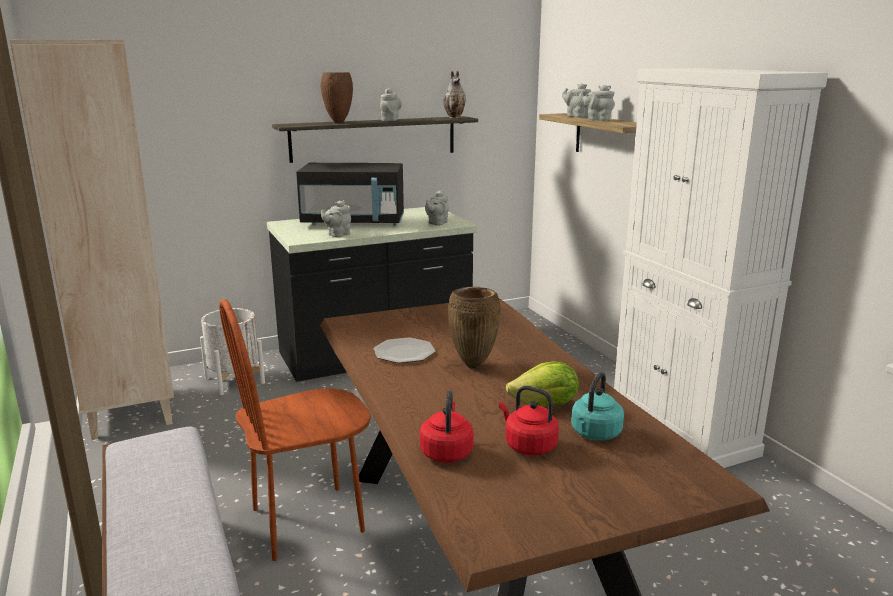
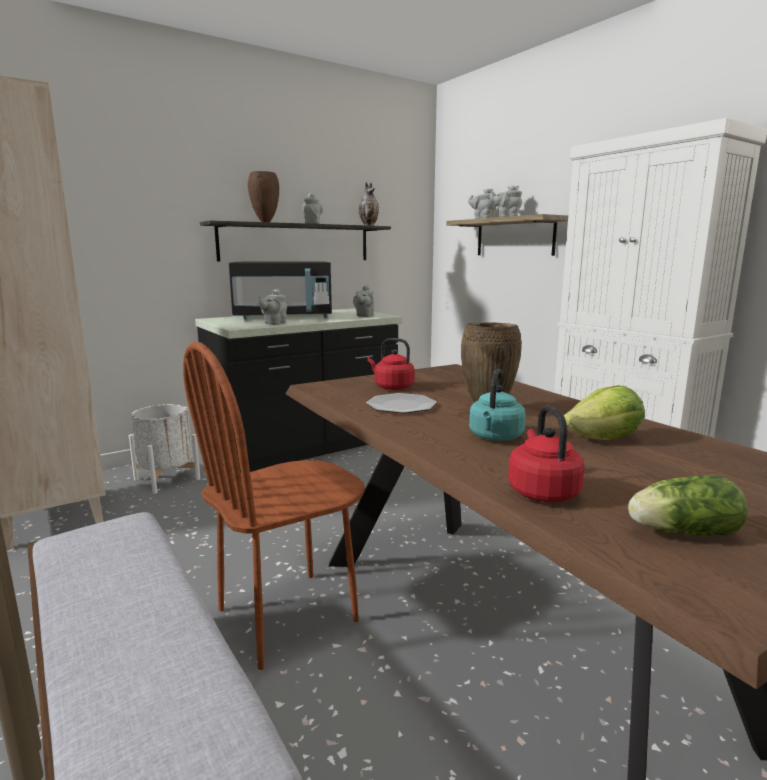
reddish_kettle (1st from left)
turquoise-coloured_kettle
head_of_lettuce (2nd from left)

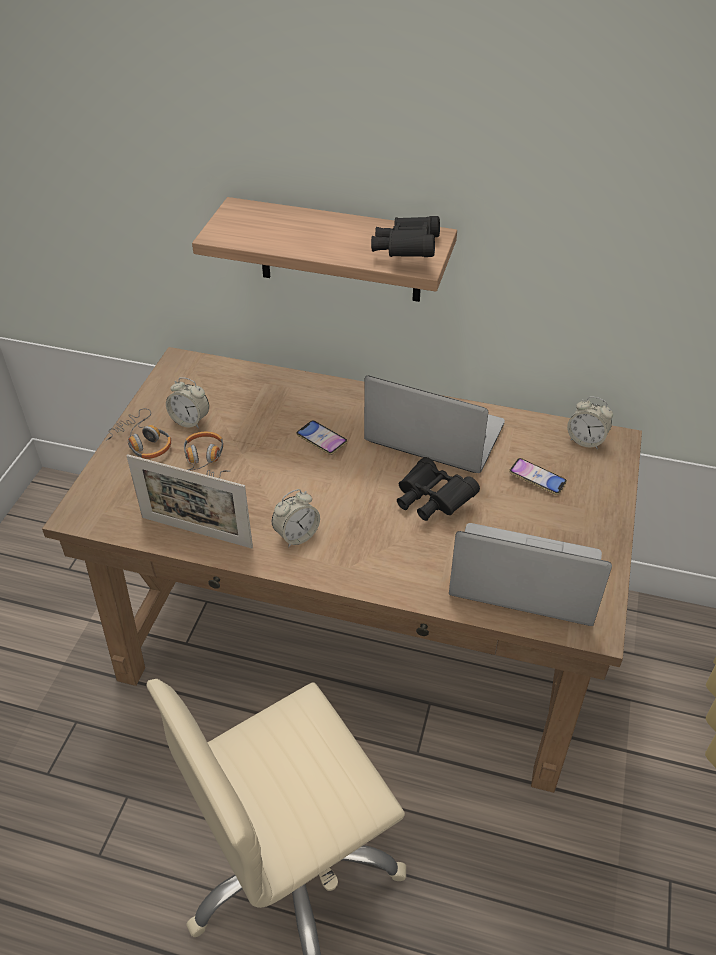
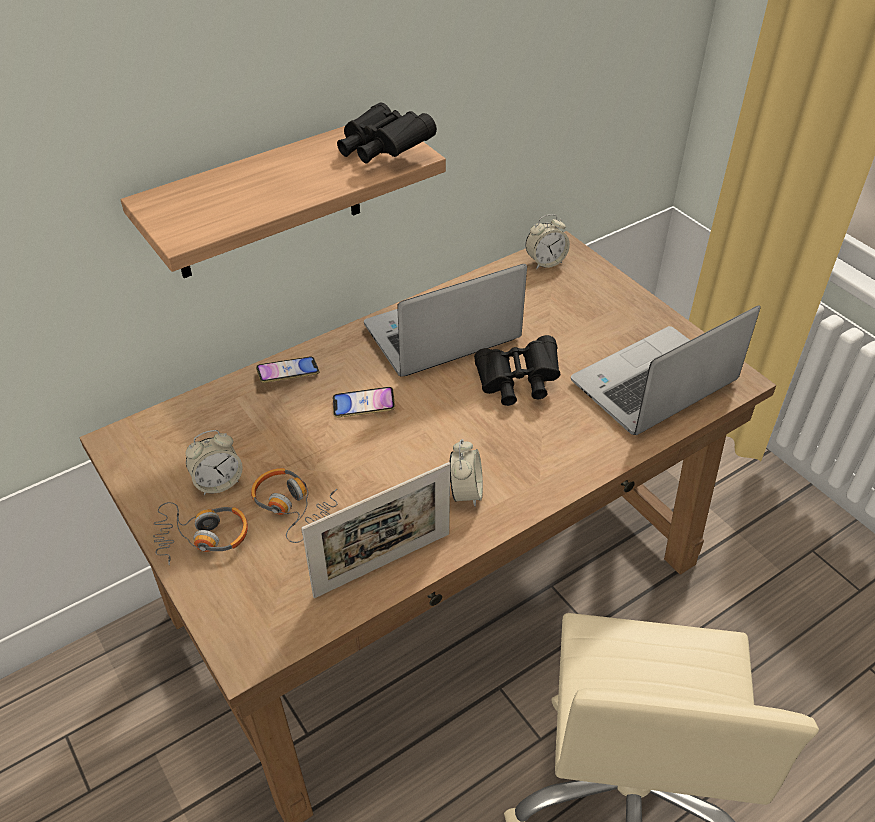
handset (1st from left)

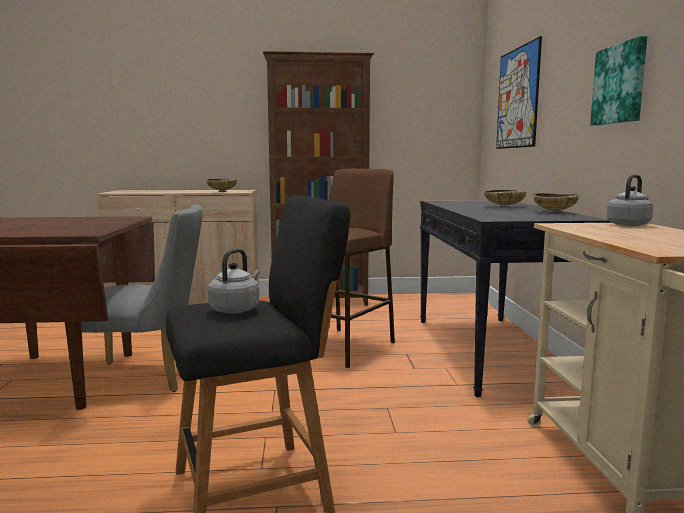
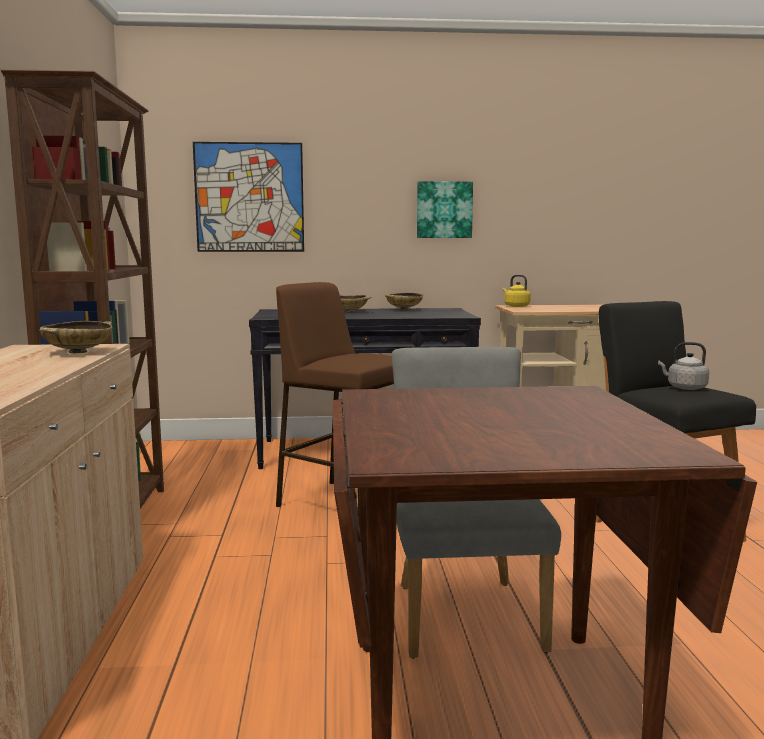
yellow_kettle

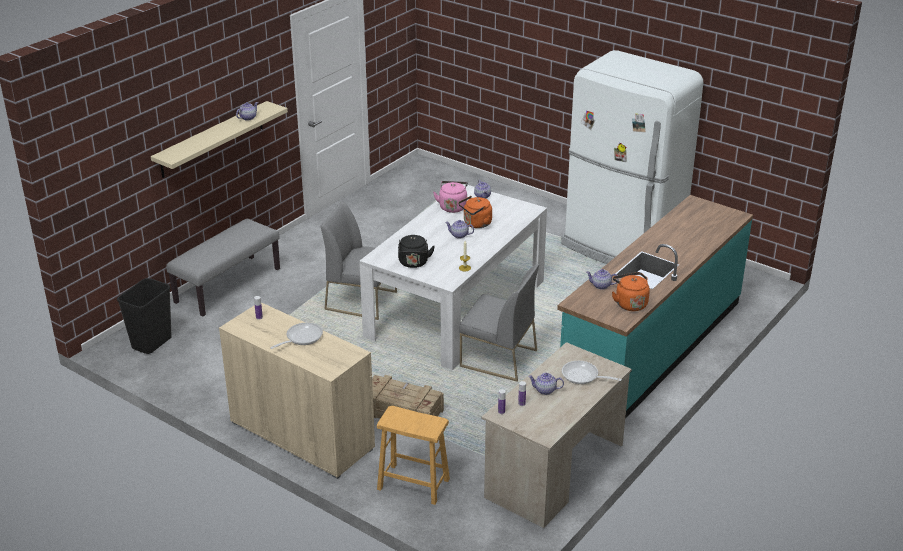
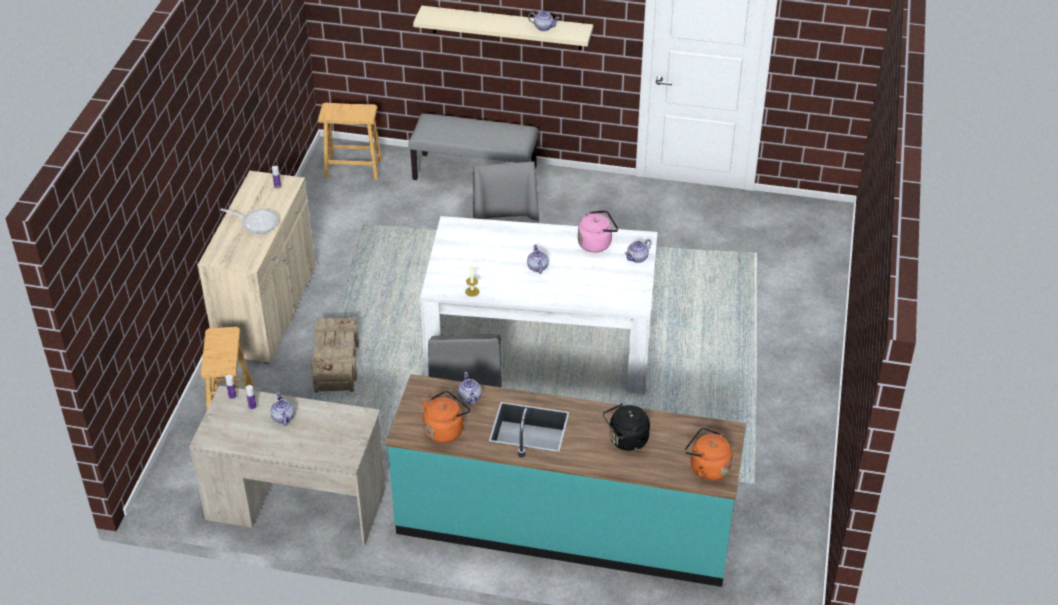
brown_stool_seat (2nd from left)
black-coloured_kettle
orangey_kettle (2nd from left)
white_refrigerator
pan (2nd from left in the first image)

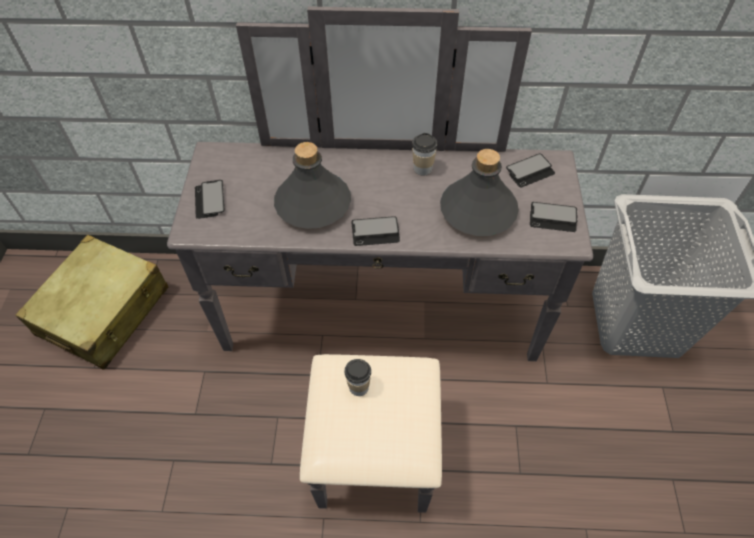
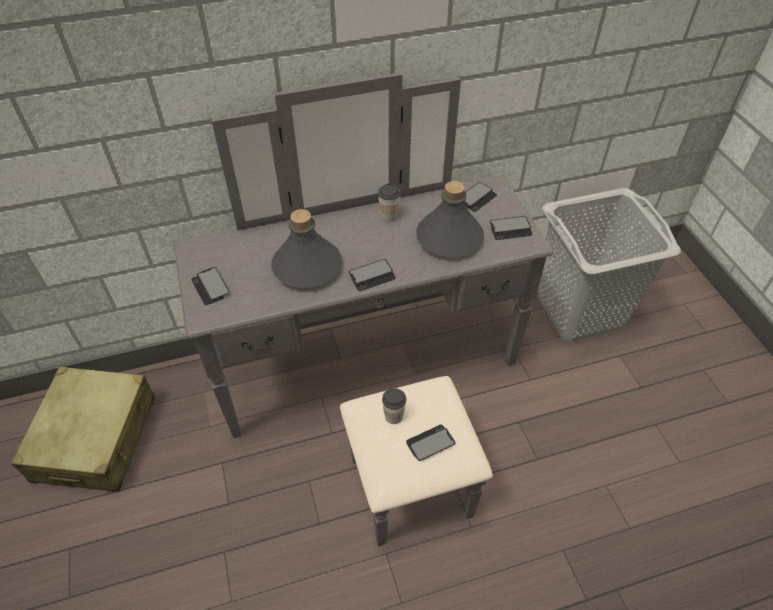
handset (3rd from left)

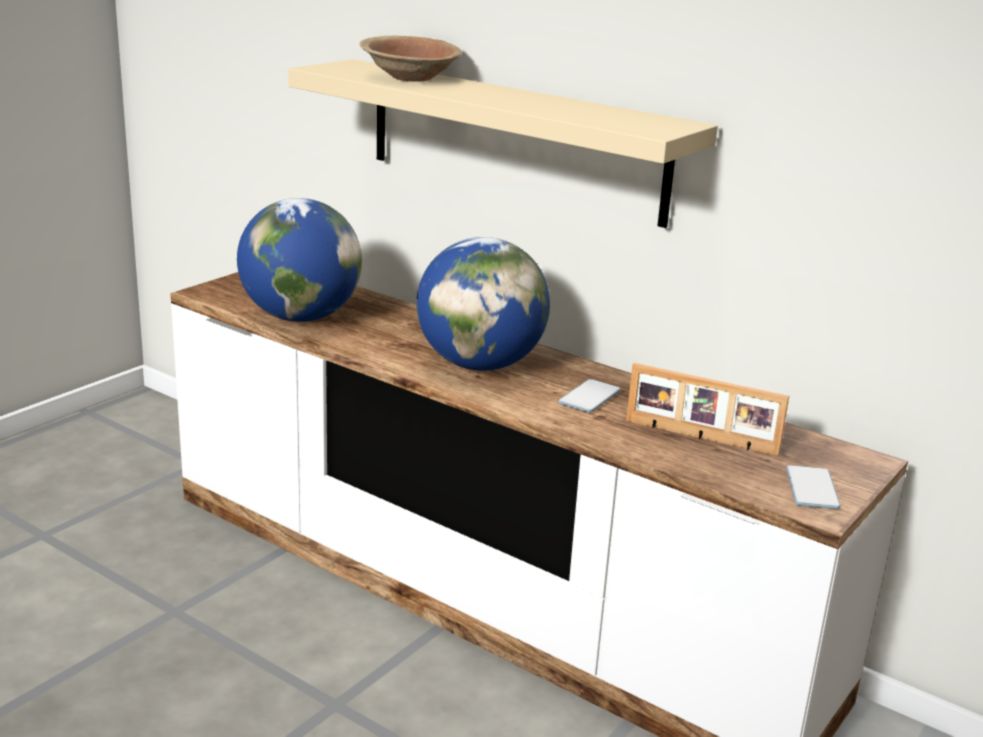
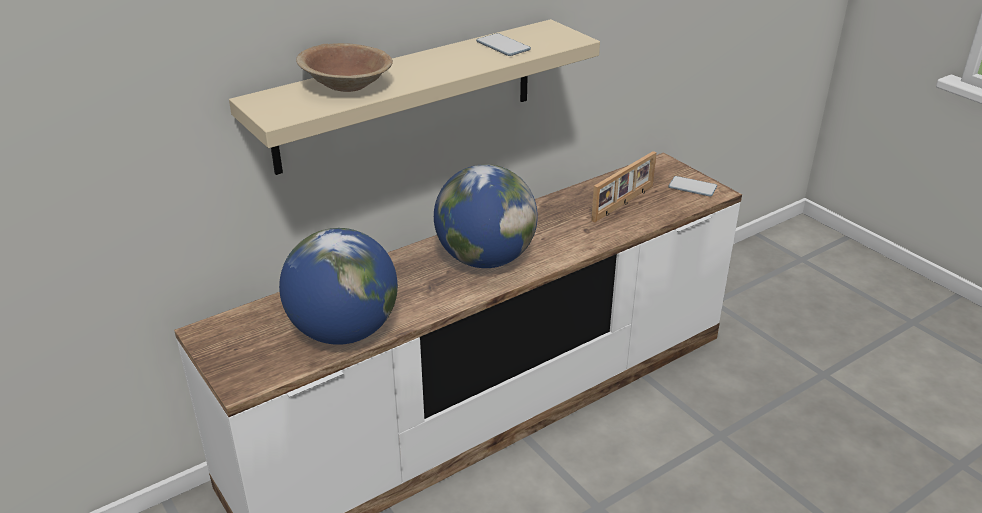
handset (1st from left)

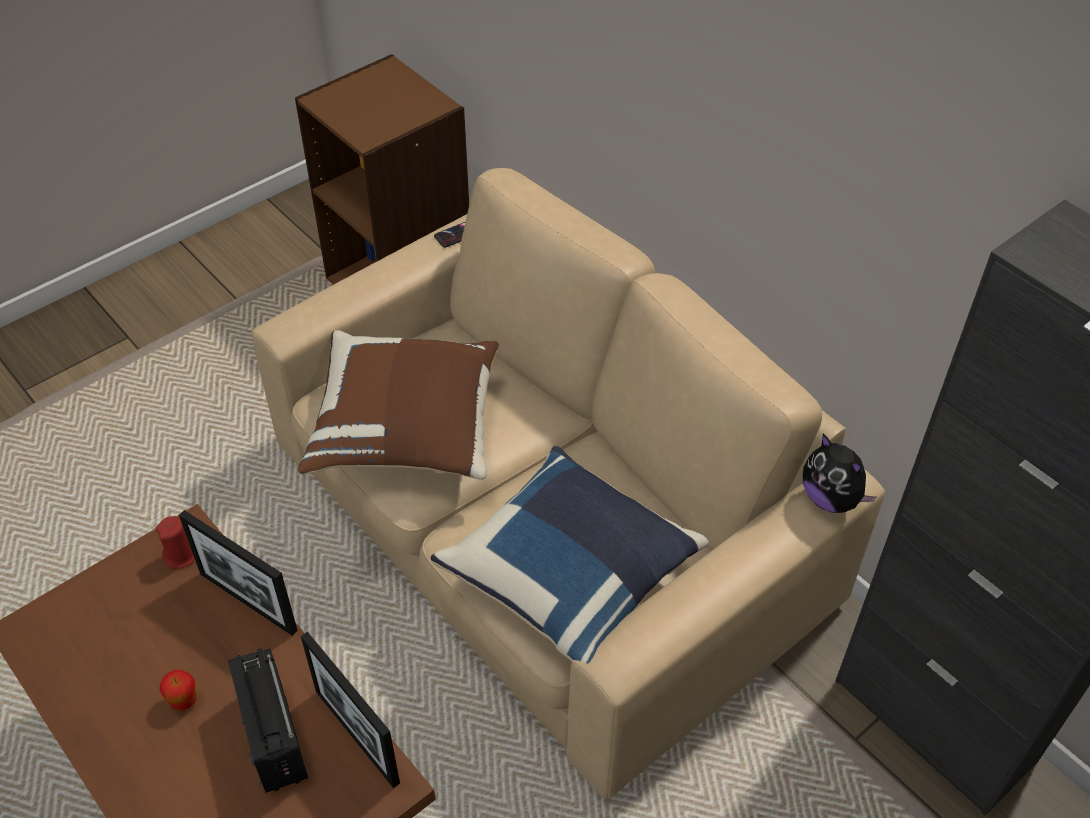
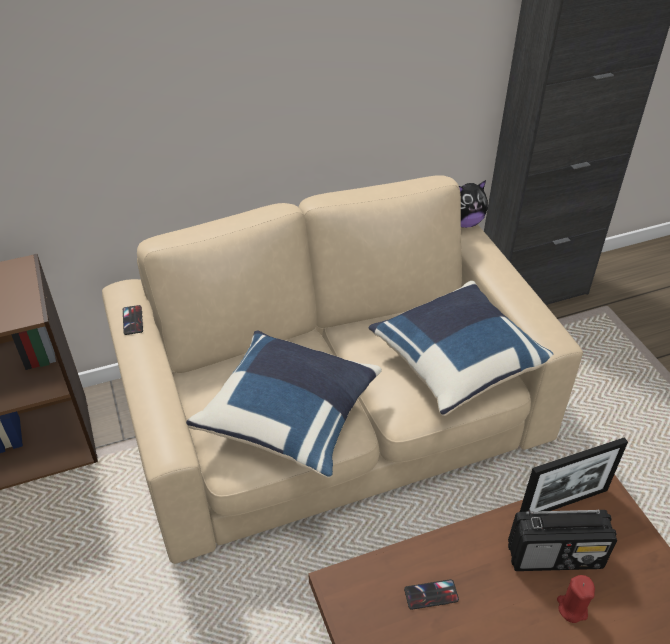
reddish_wax_light
apple
standing_frame (1st from left in the first image)
blue-coloured_cushion (1st from left)
handset (2nd from left)

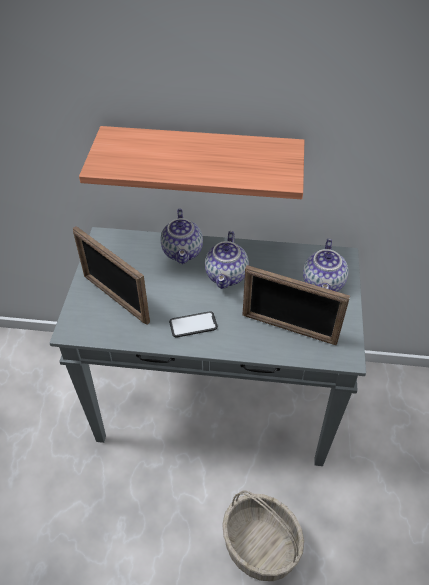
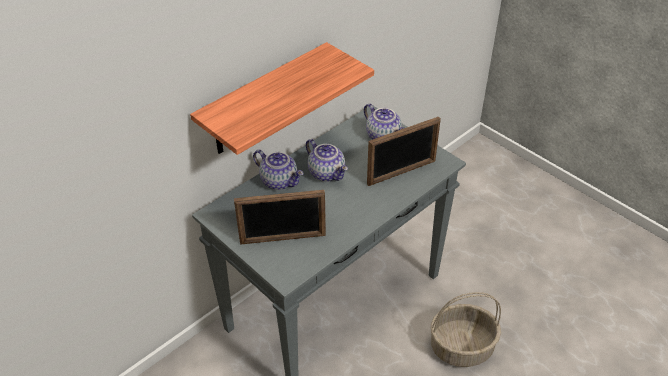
handset

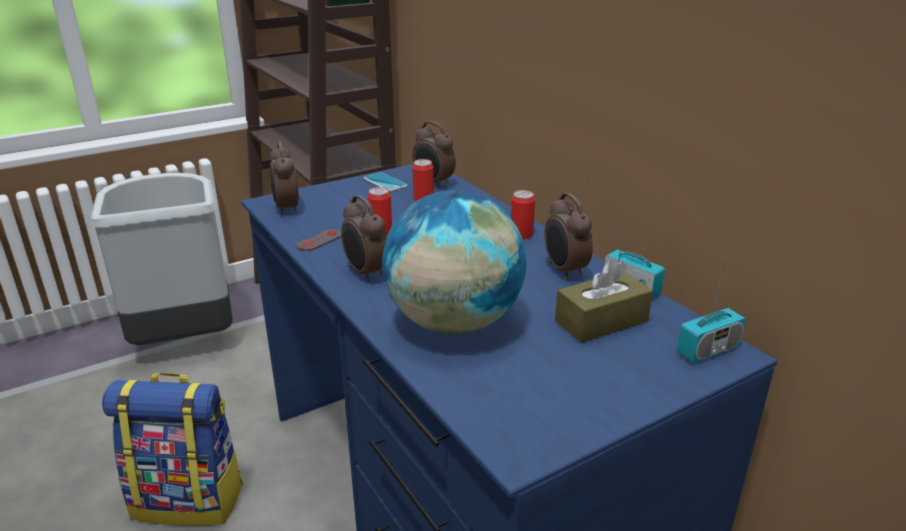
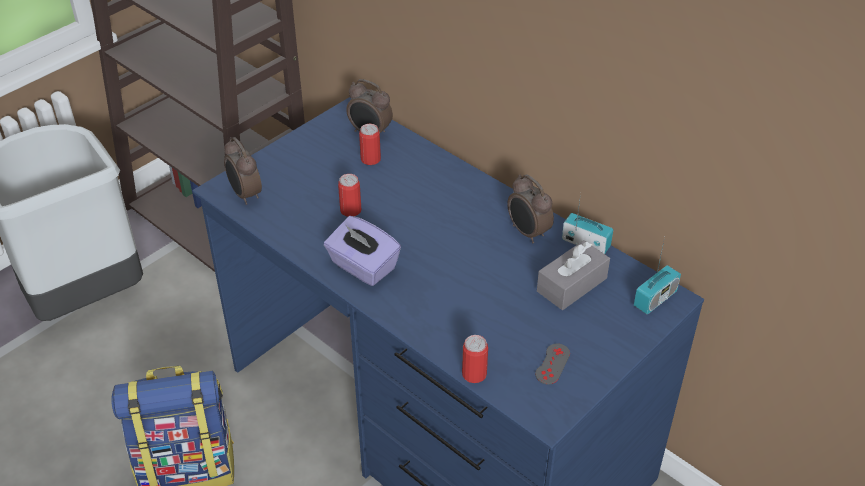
gray_joypad
purplish_tissue_box
handset
globe
can (3rd from left)
gray_tissue_box

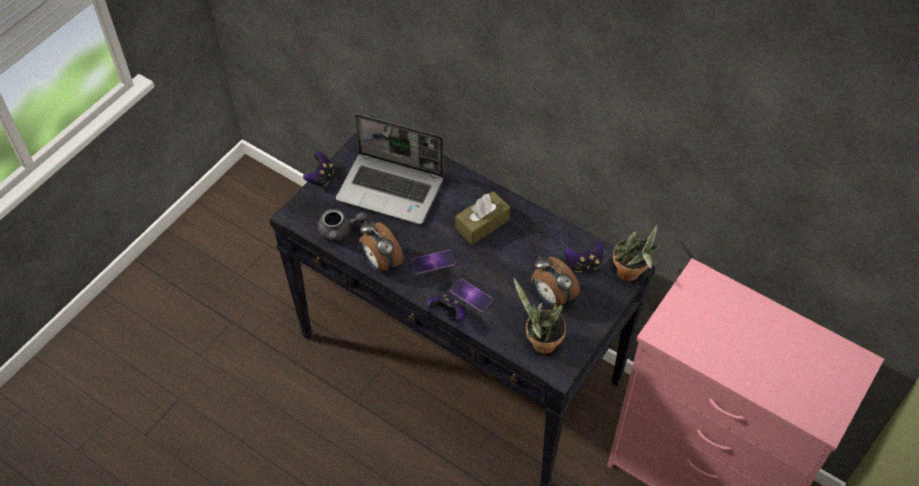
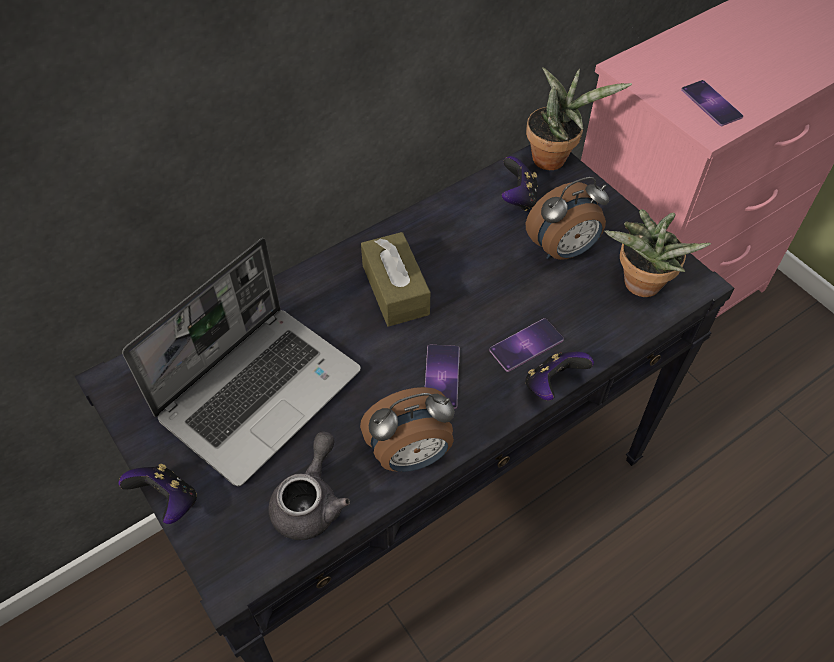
handset (3rd from left)

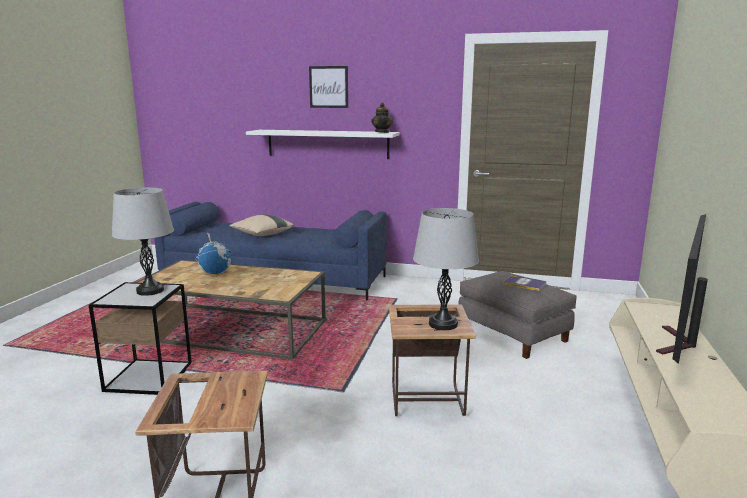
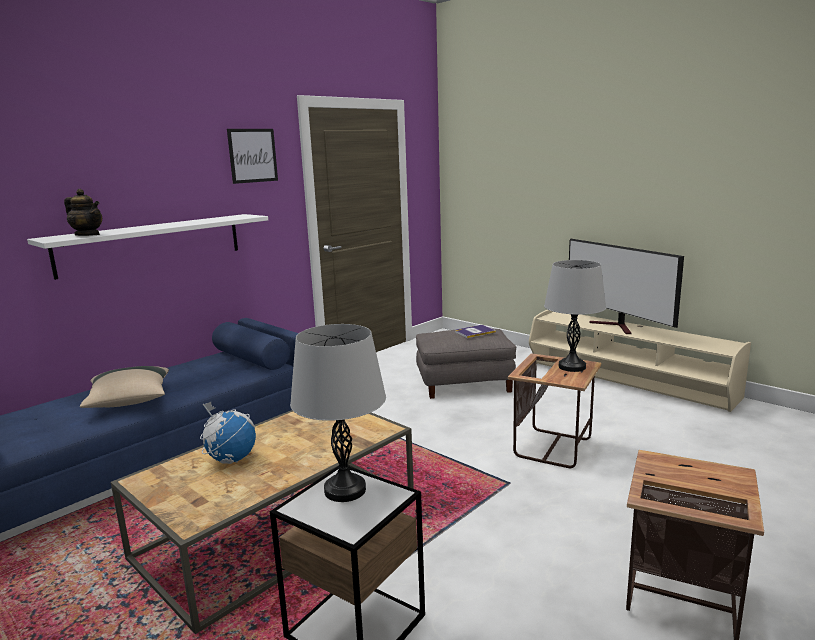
wall_art
teapot

